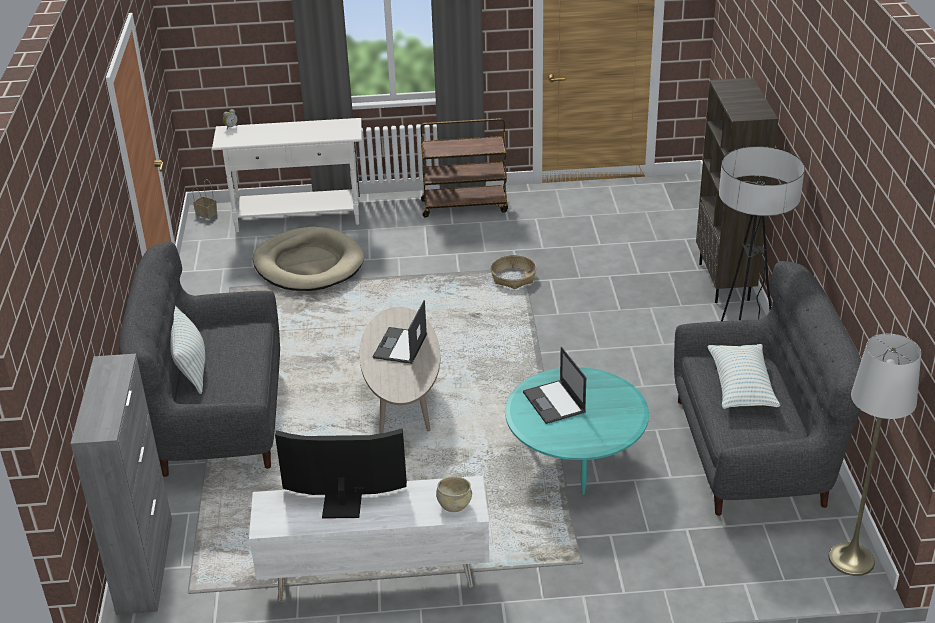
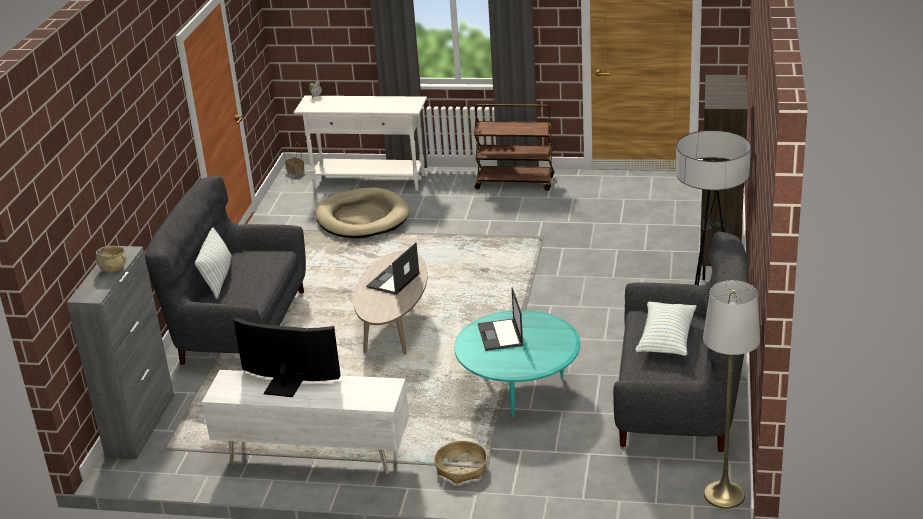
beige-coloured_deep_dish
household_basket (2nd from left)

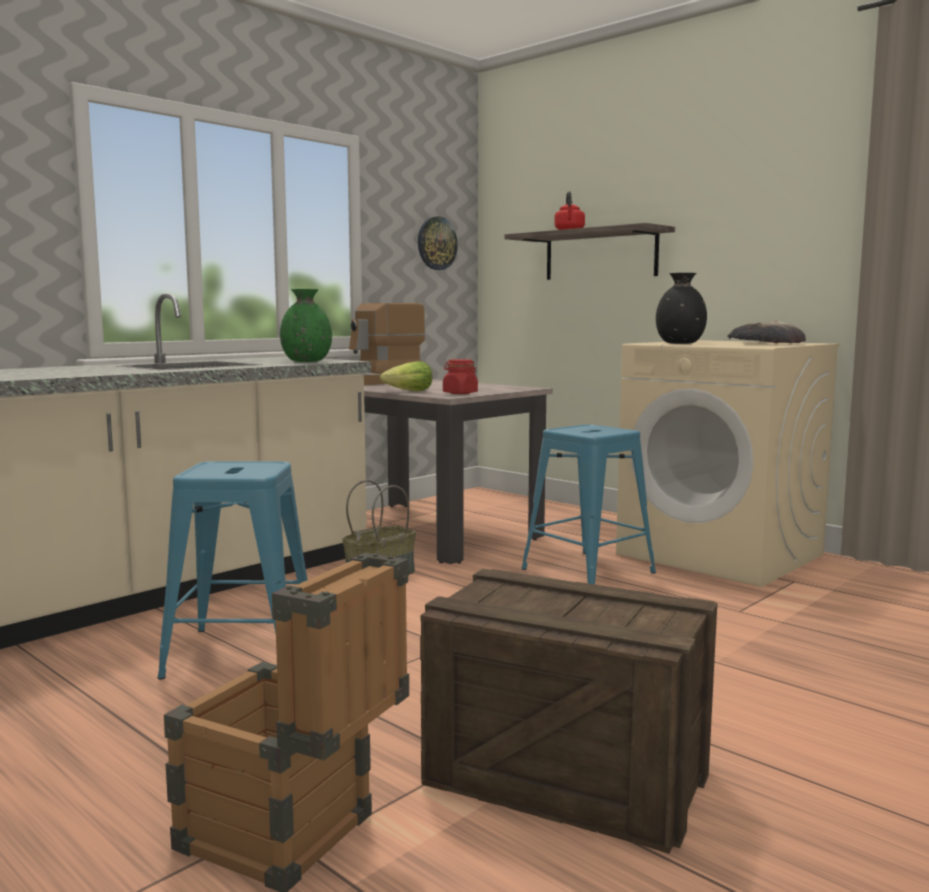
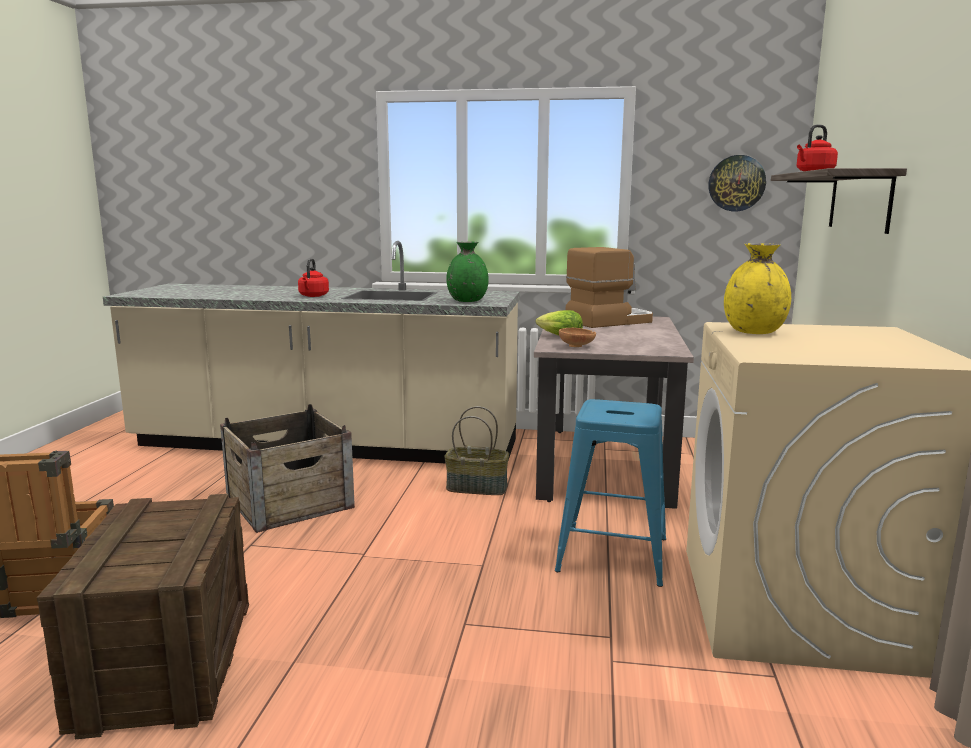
shipping_crate (3rd from left)
coffee_maker
brown_deep_dish
yellow_decorative_vase
bakery_bread
reddish_kettle (1st from left)

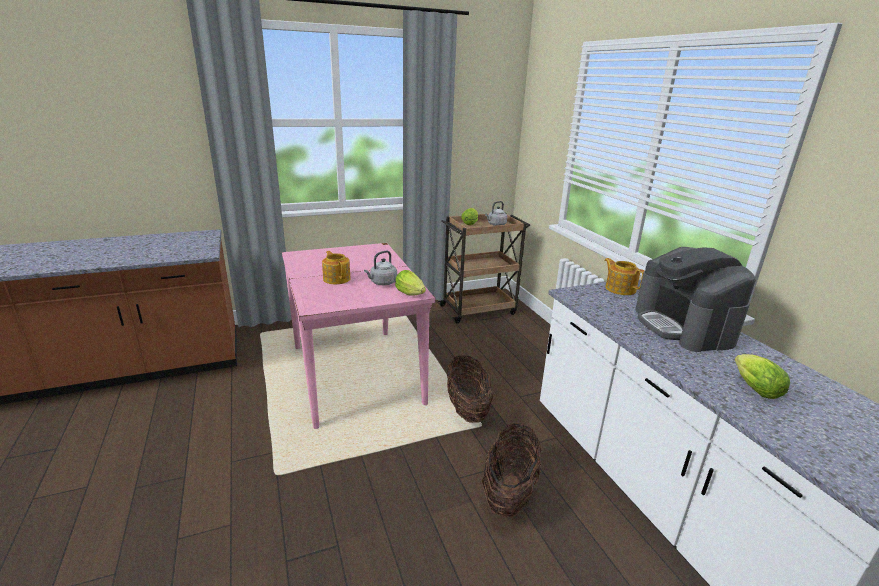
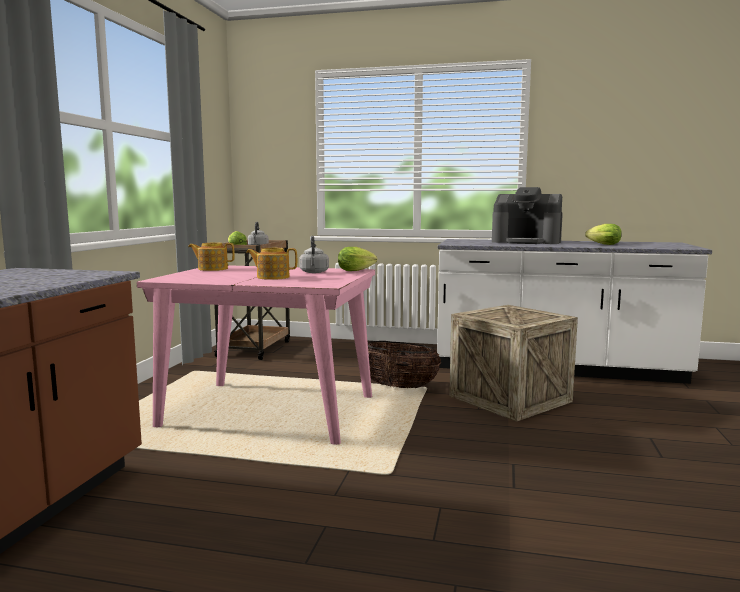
shipping_crate
teapot (1st from left)

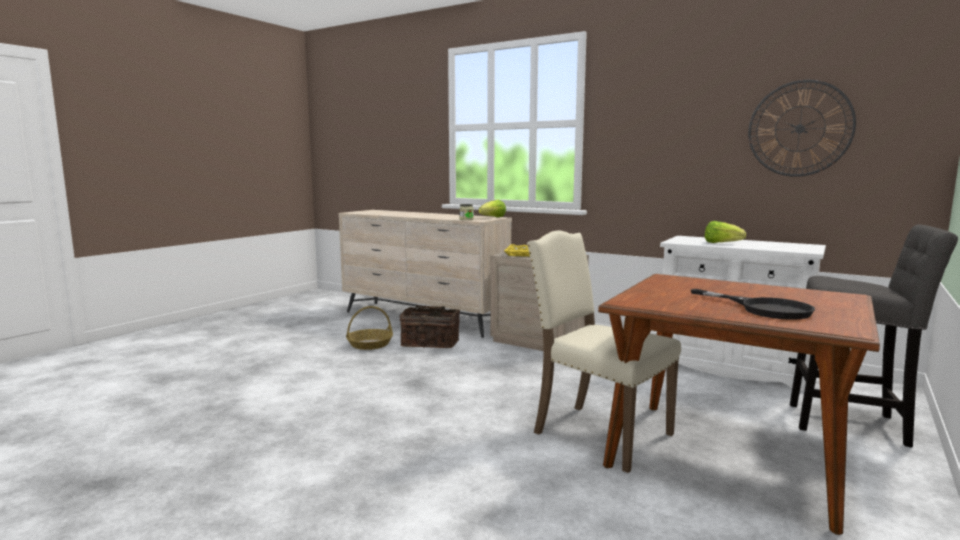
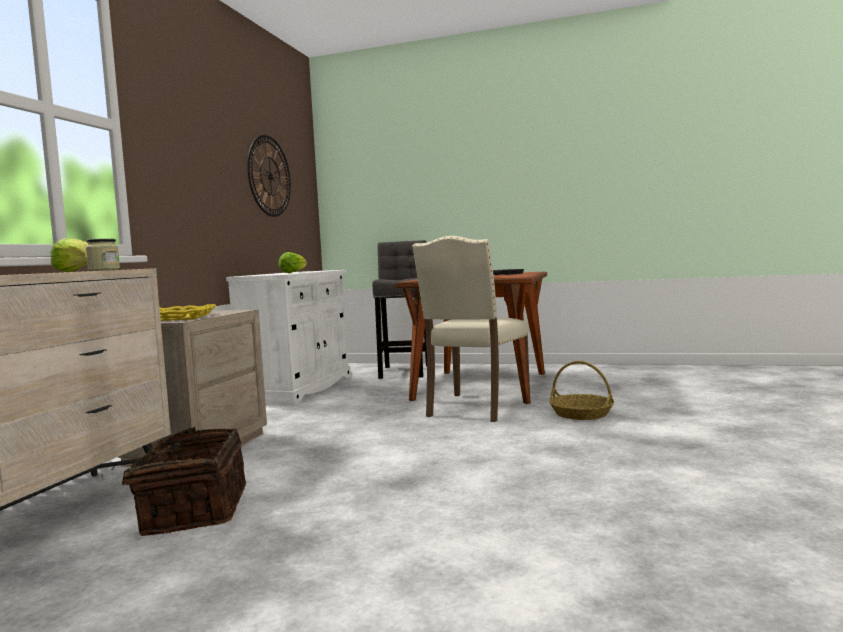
household_basket (2nd from left)

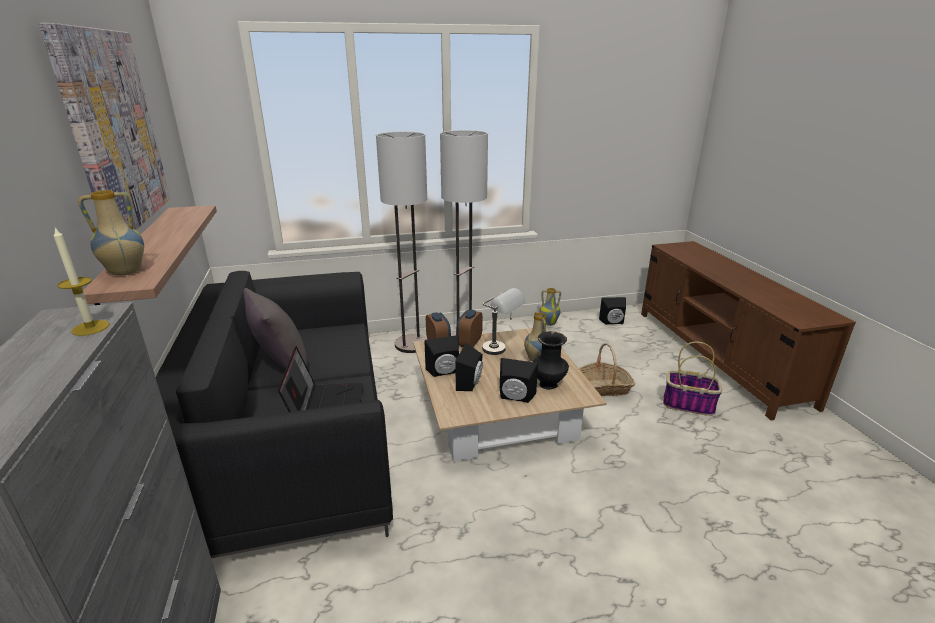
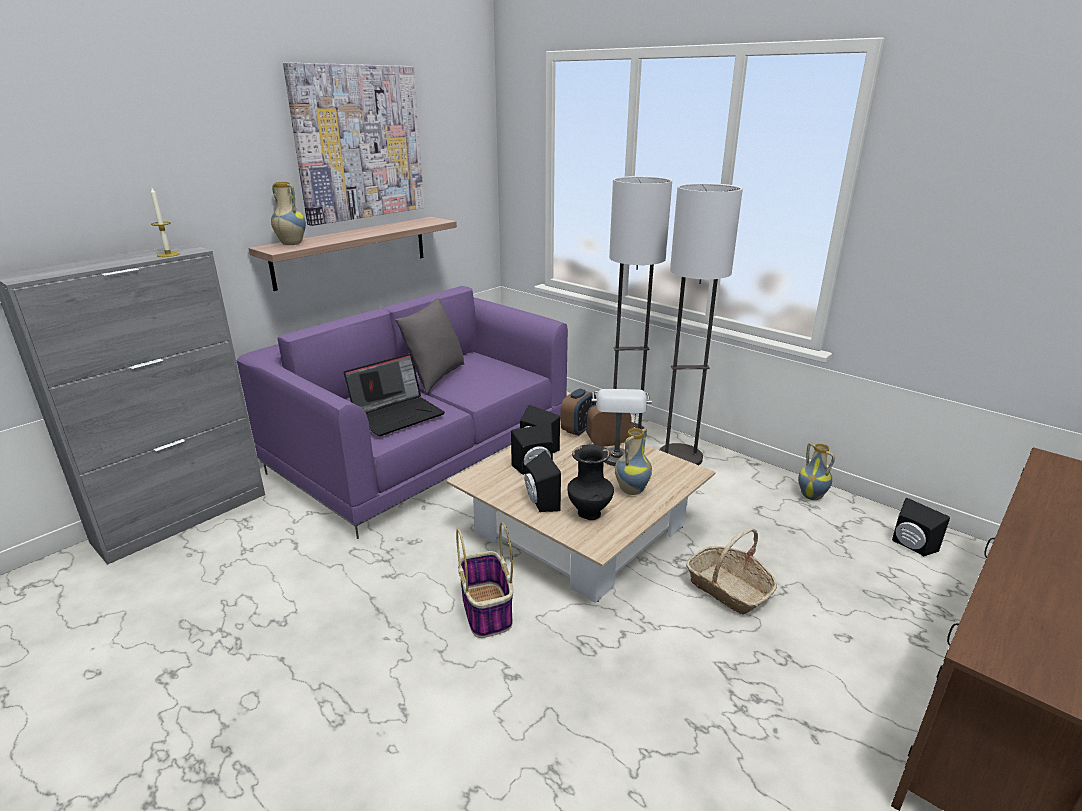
purplish_settee
household_basket (1st from left)

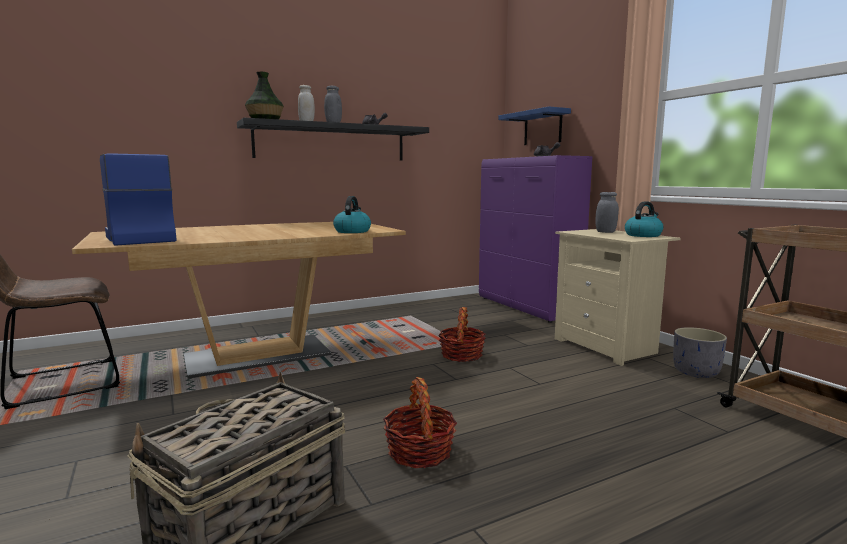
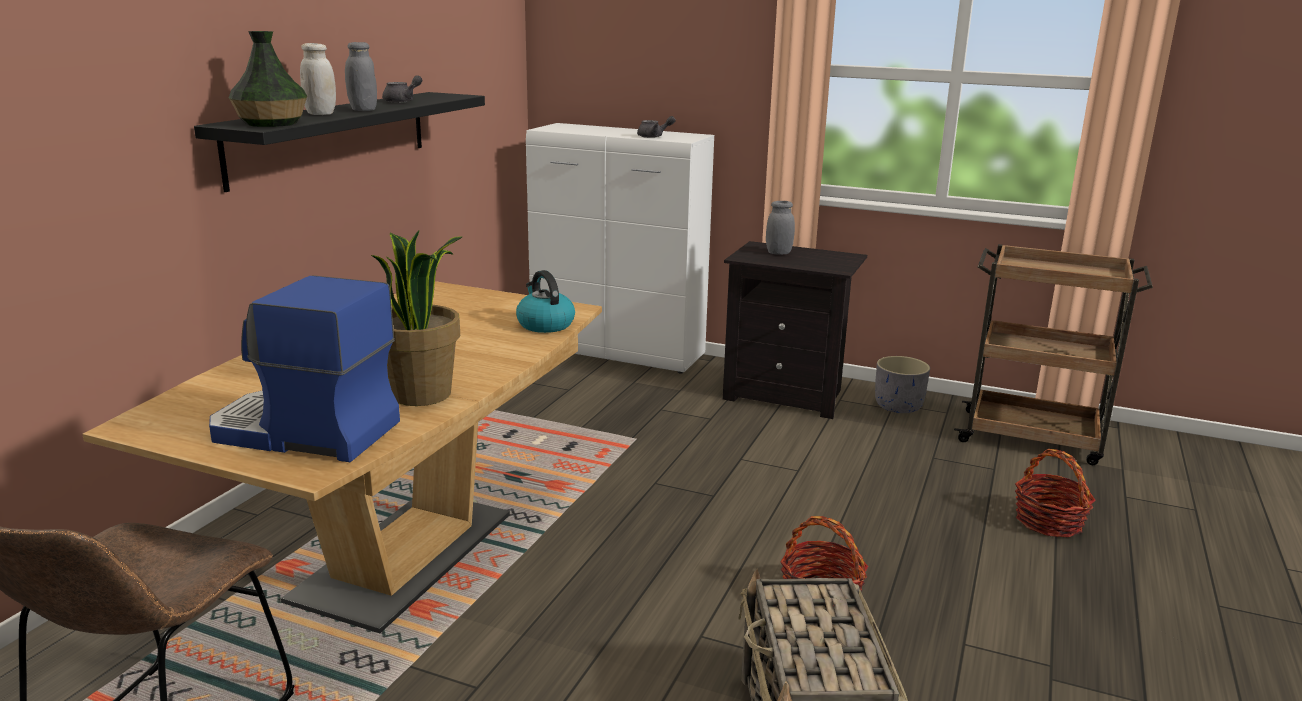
household_basket (3rd from left)
white_cabinet
blue-coloured_wall_shelf
black-coloured_night_table
kettle (2nd from left in the first image)
potted_plant

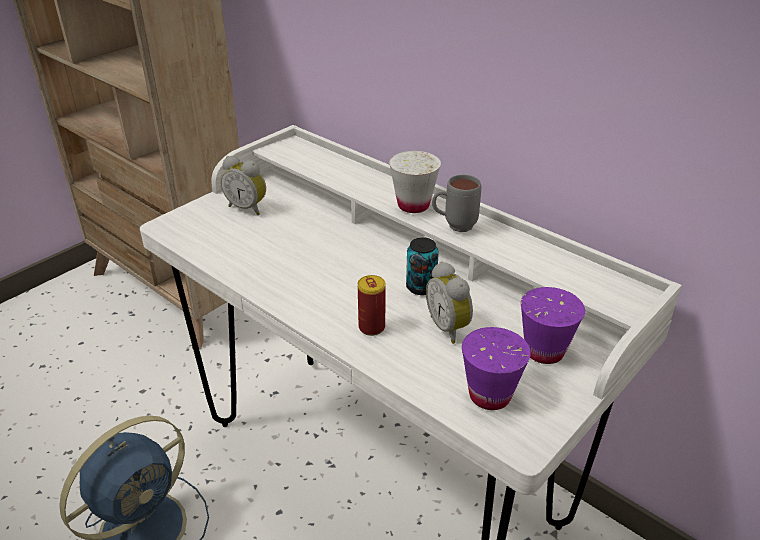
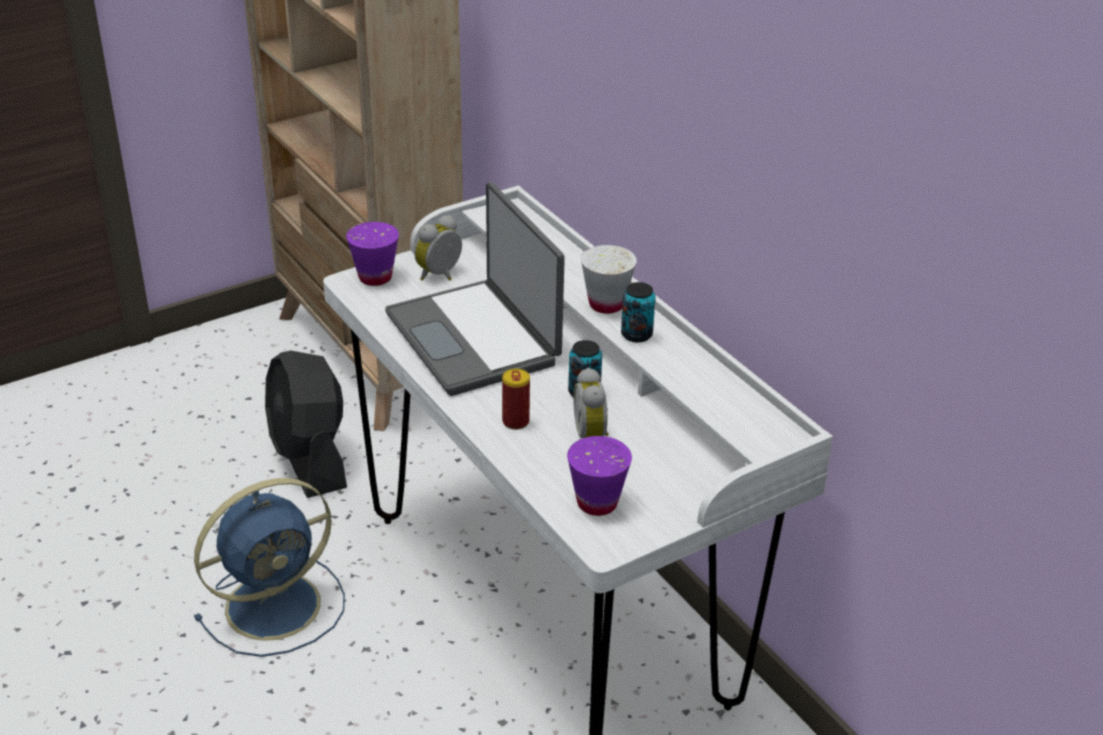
table_clock (1st from left)
can (3rd from left)
purplish_drinking_cup (1st from left)
black-coloured_fan
portable_computer

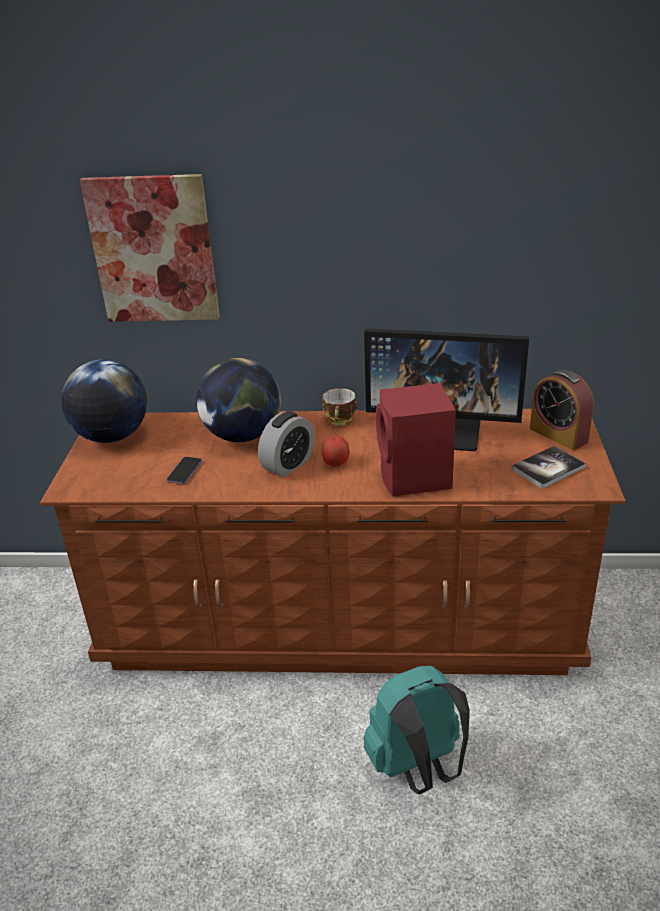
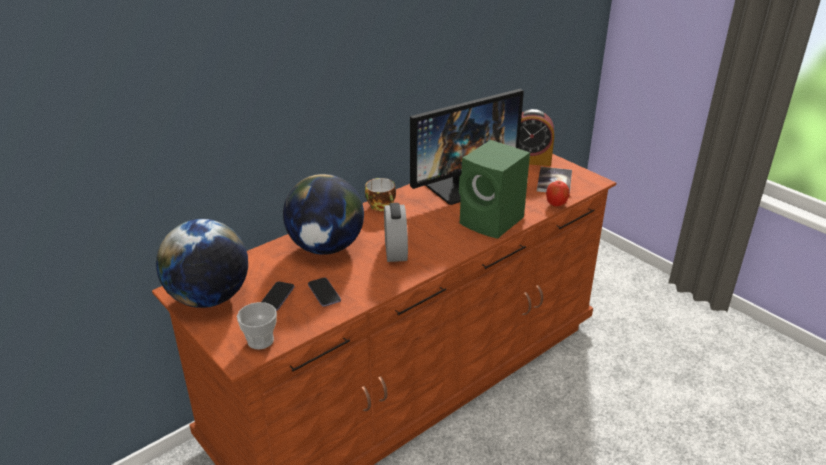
wall_art
apple
turquoise-coloured_backpack
green-coloured_audio_speaker
drinking_cup (1st from left)
handset (1st from left)

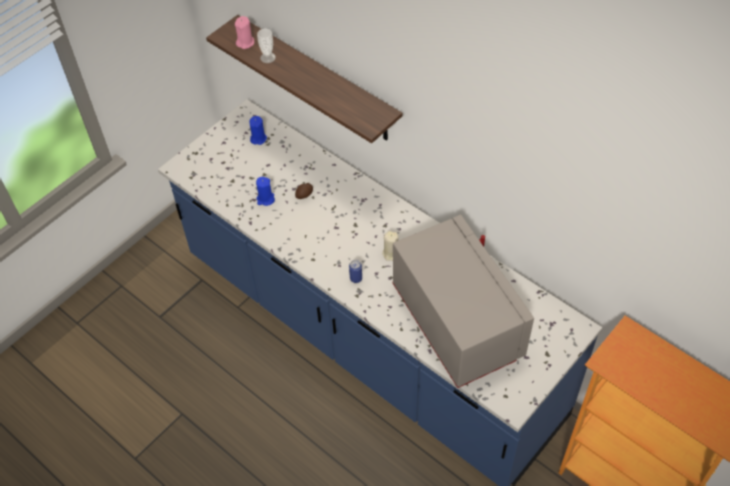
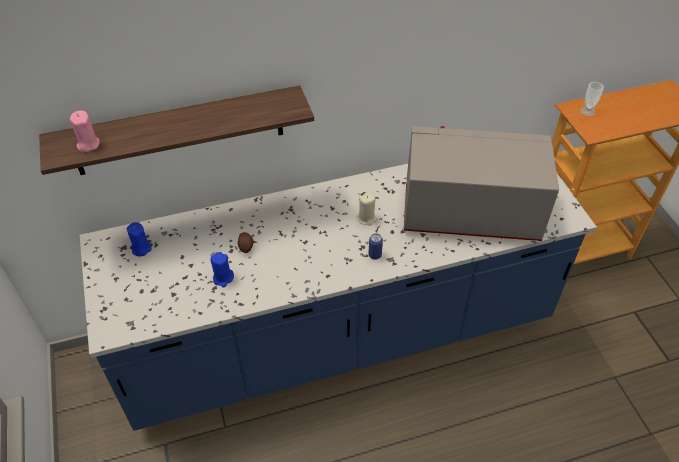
drinking_cup

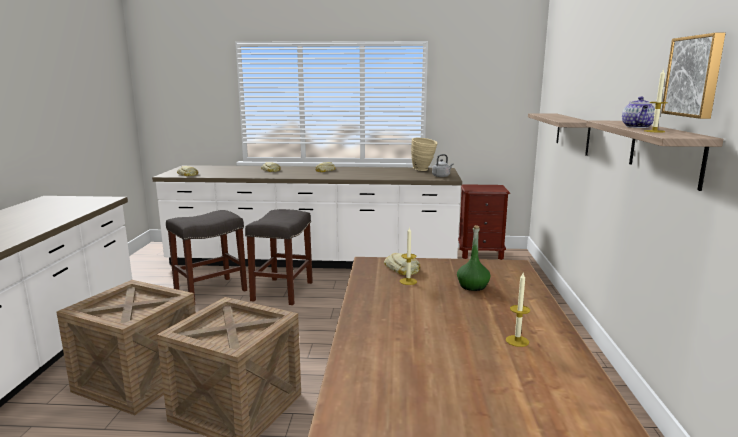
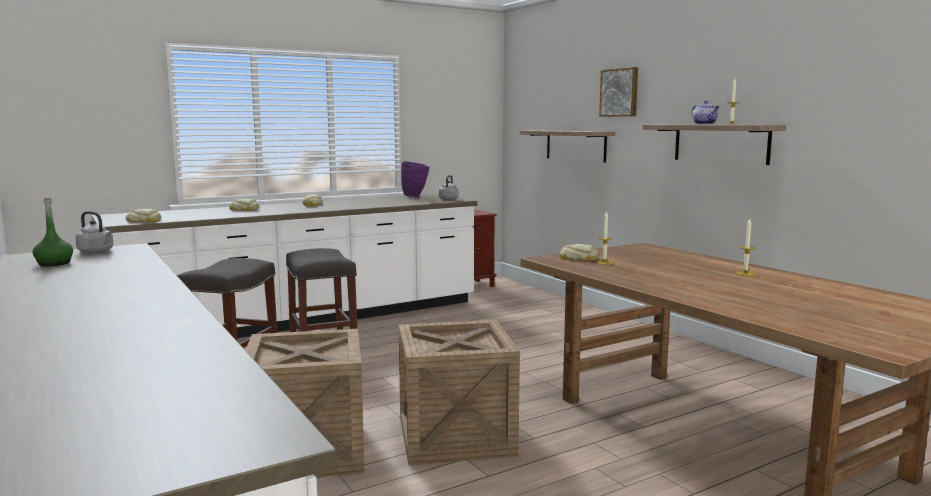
purplish_decorative_vase
green-coloured_beverage_bottle
wall_art
gray_kettle (1st from left)

